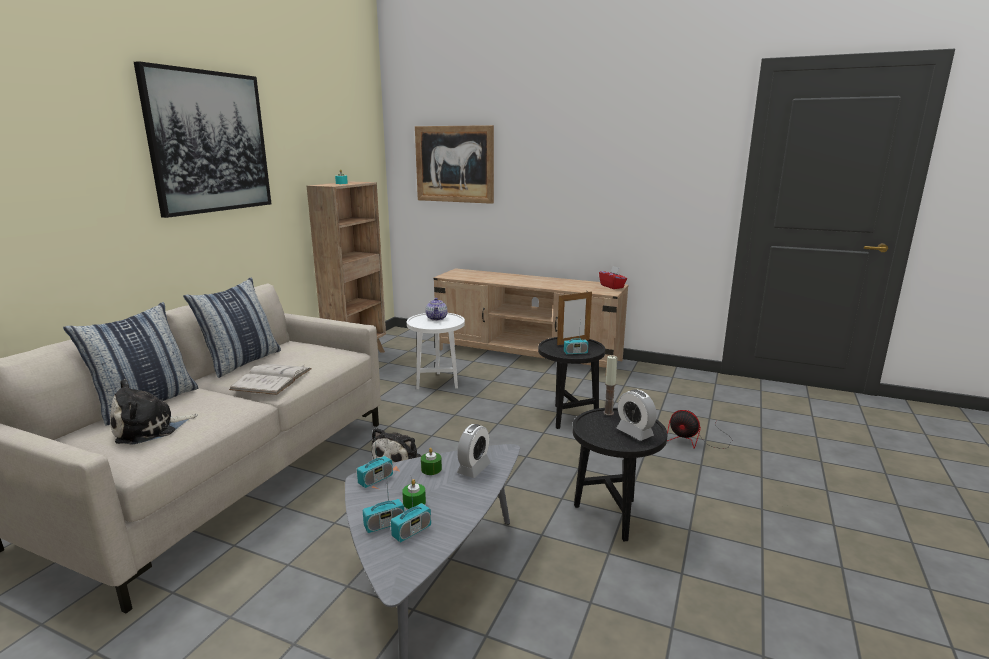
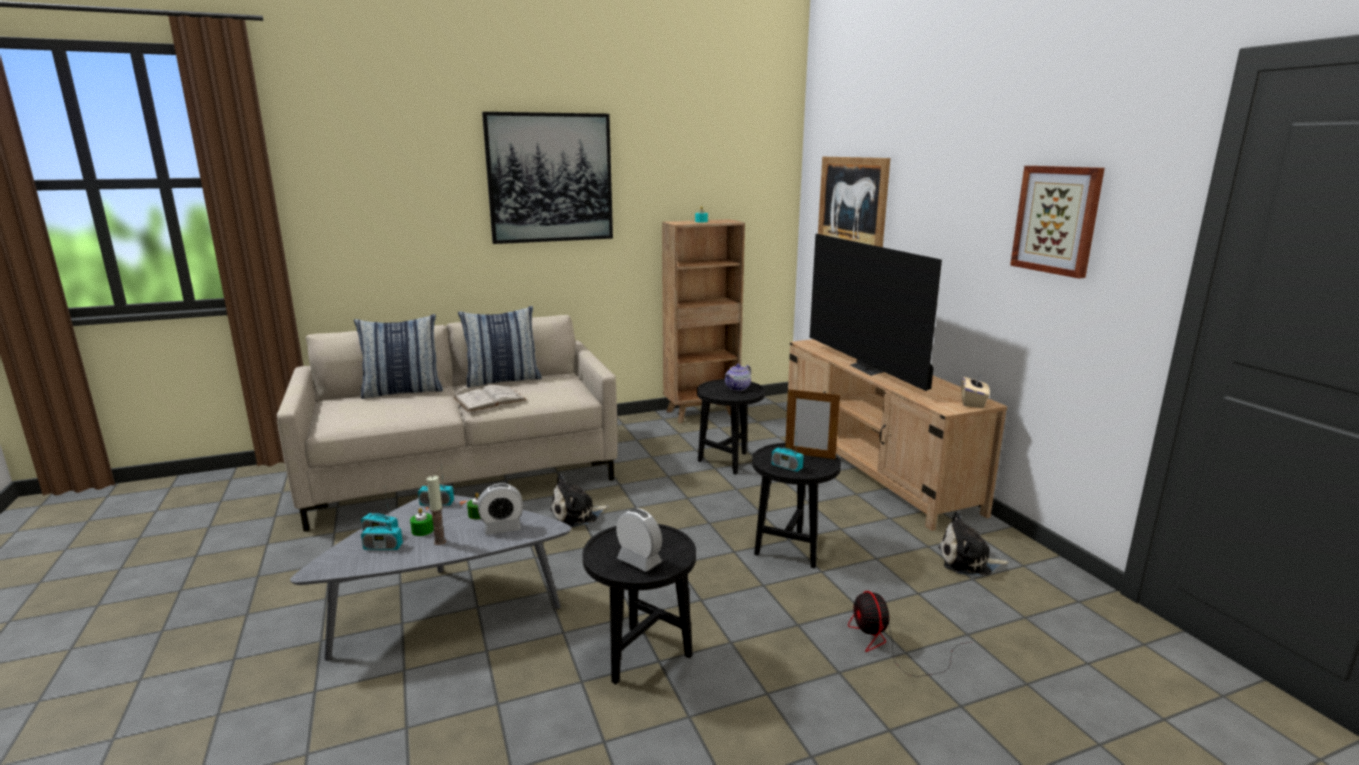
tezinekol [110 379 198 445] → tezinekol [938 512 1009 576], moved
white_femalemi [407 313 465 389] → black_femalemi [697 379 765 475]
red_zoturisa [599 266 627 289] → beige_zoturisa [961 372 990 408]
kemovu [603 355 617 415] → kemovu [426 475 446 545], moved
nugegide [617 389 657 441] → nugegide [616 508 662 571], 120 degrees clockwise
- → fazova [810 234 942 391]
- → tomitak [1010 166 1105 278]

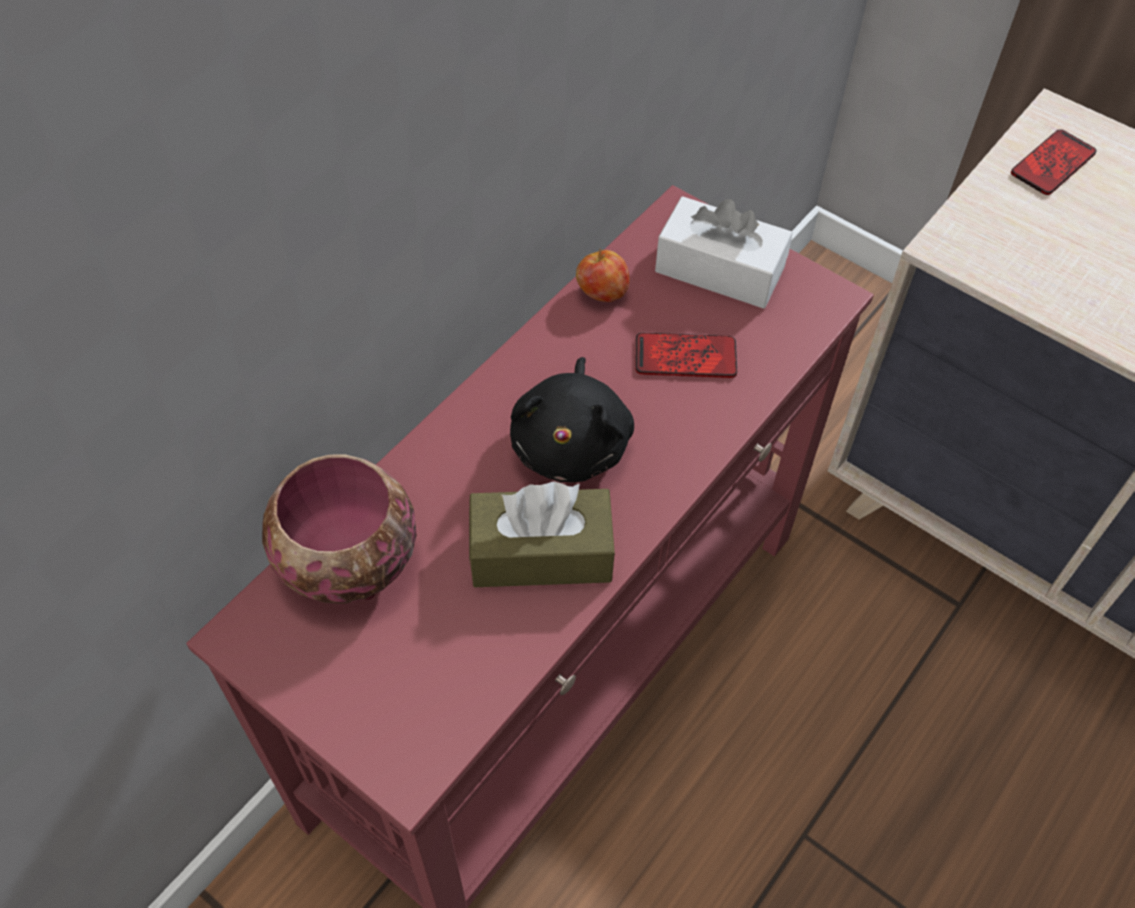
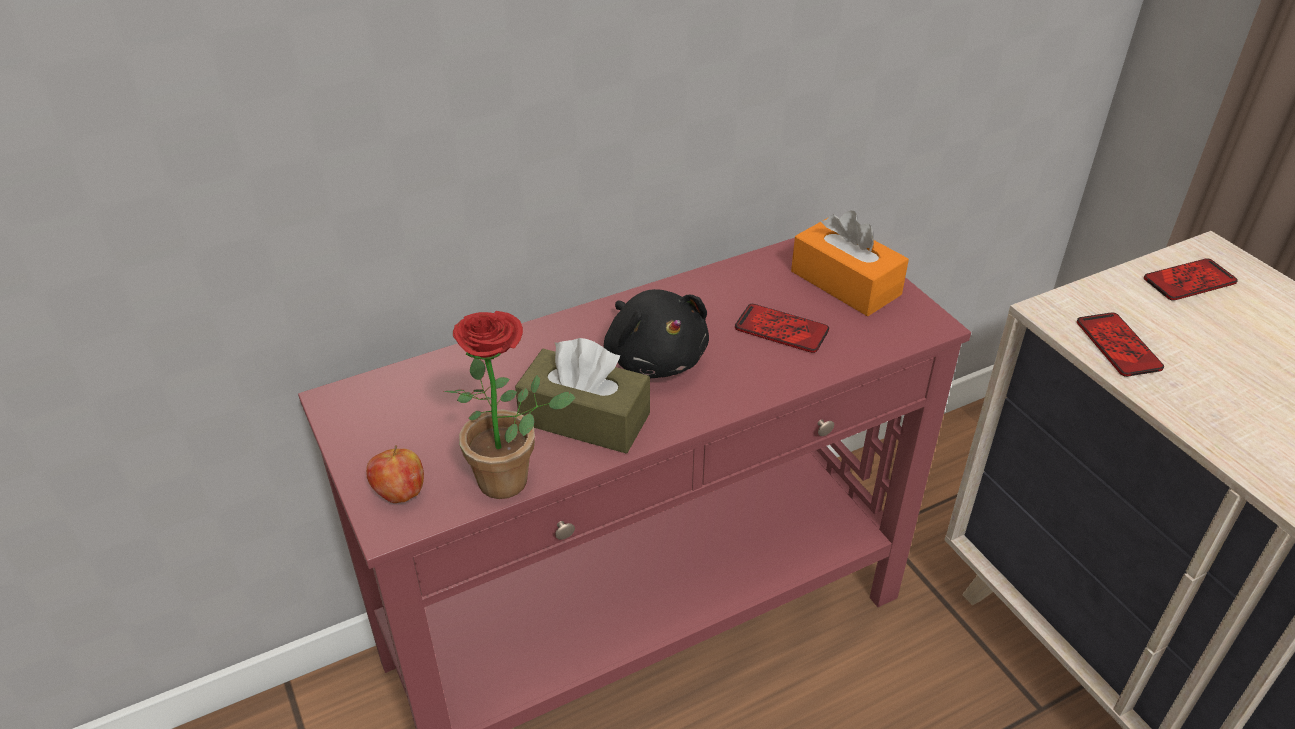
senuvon [262 455 417 604] → -
black_tezinekol [510 357 634 482] → black_tezinekol [604 289 709 378], 60 degrees counterclockwise
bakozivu [576 249 629 302] → bakozivu [366 445 424 503], moved
white_zoturisa [655 196 793 309] → orange_zoturisa [791 210 909 316]
- → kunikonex [443 311 576 499]
- → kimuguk [1077 312 1164 377]

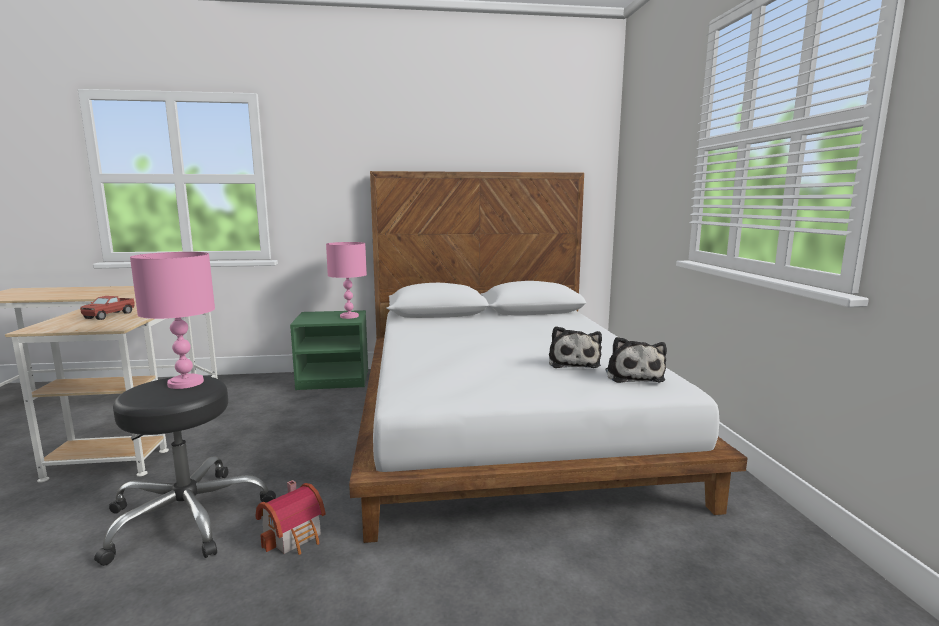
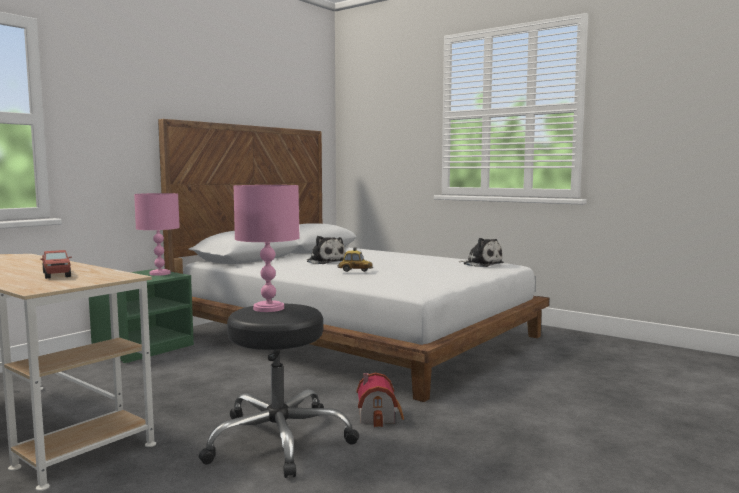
tezinekol [549 326 602 368] → tezinekol [307 236 345 264], moved
- → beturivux [337 247 373 272]

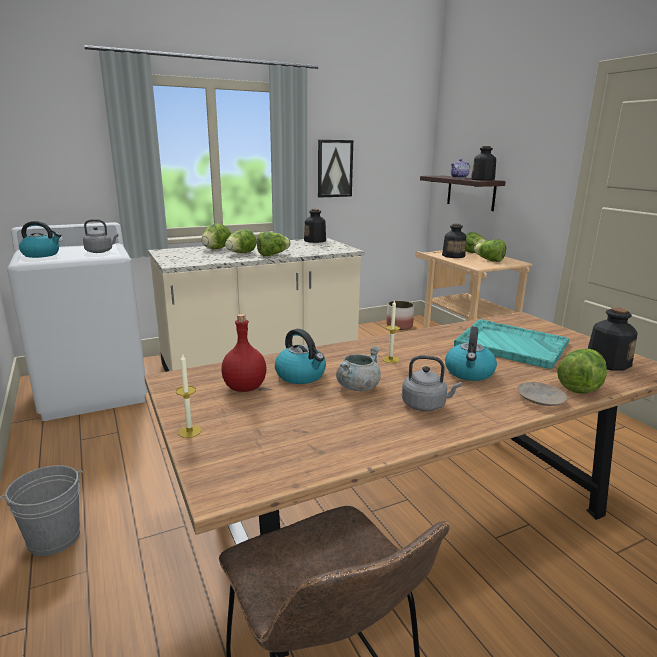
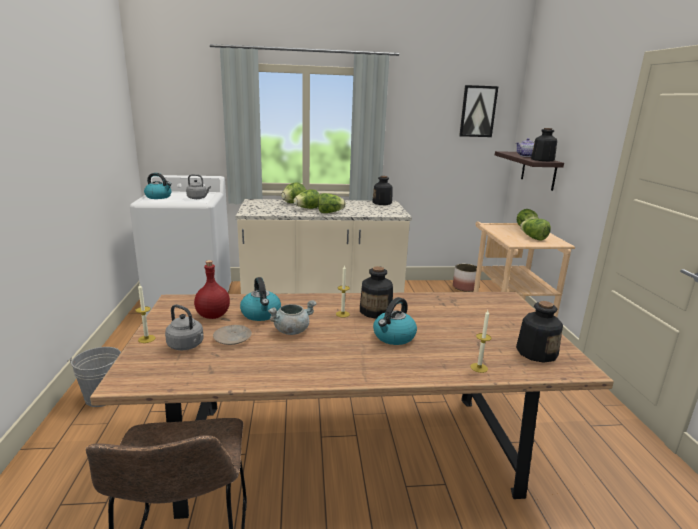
tomitak [318 140 353 198] → tomitak [459 85 499 137], moved
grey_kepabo [402 355 462 411] → grey_kepabo [165 304 203 350], moved
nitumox [442 223 466 258] → nitumox [360 266 393 319], moved
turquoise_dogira [454 319 569 369] → -
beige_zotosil [517 382 567 406] → beige_zotosil [213 325 252 345], moved
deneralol [557 349 607 394] → kemovu [470 310 491 373]

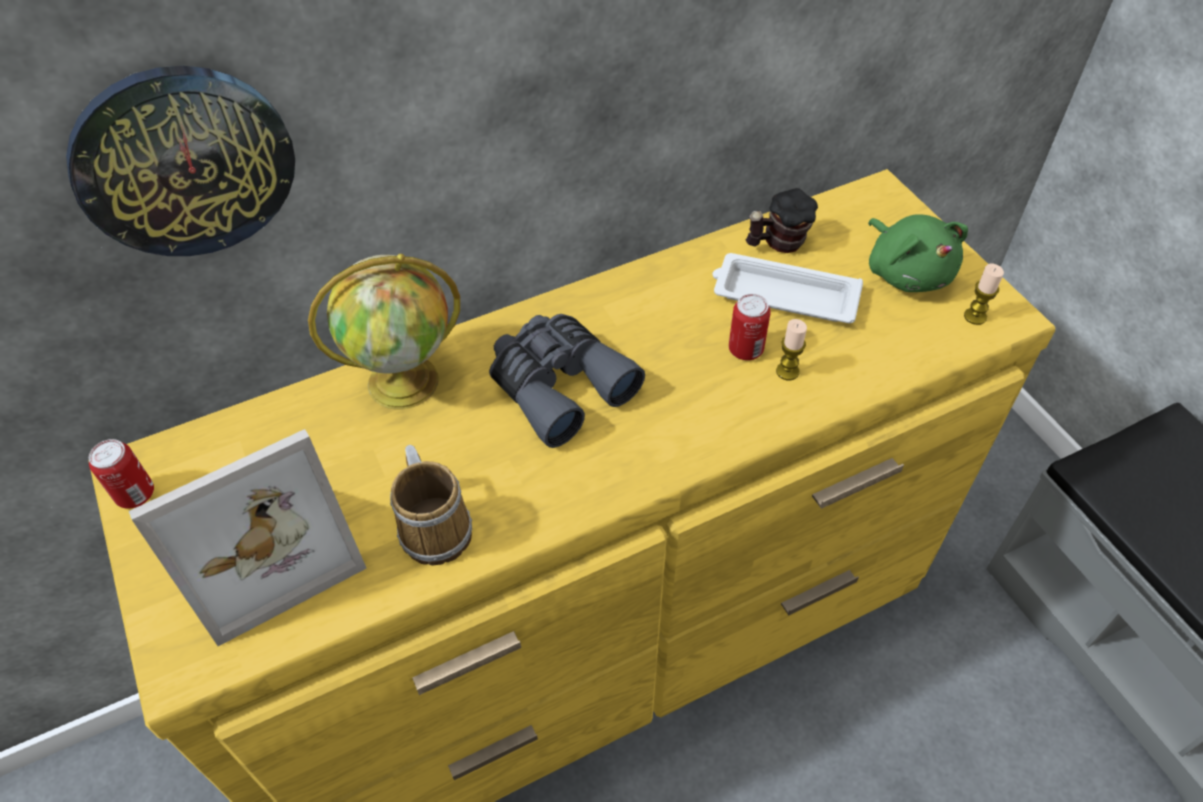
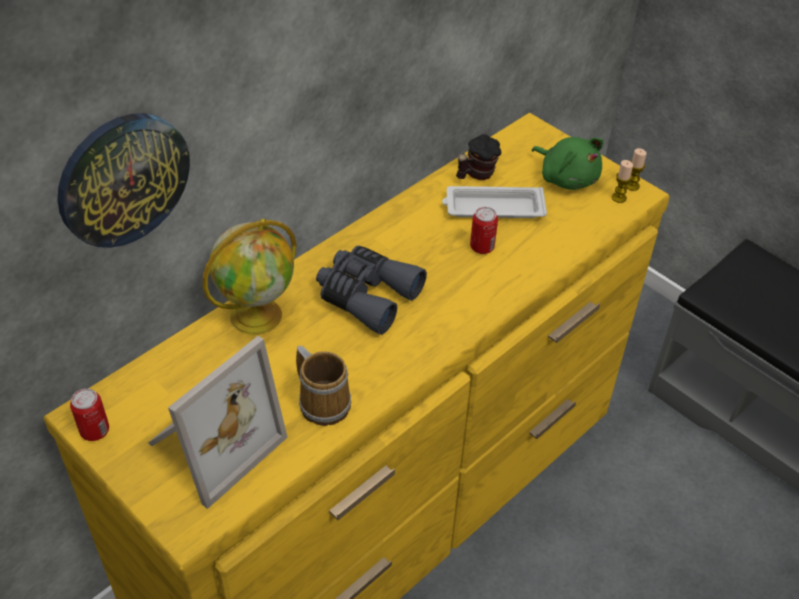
kemovu [776 319 807 380] → kemovu [626 148 647 191], moved

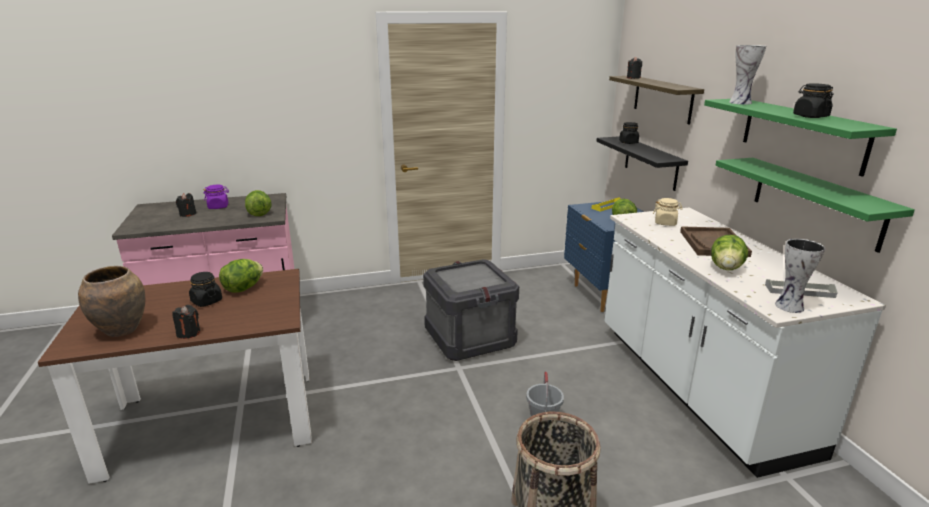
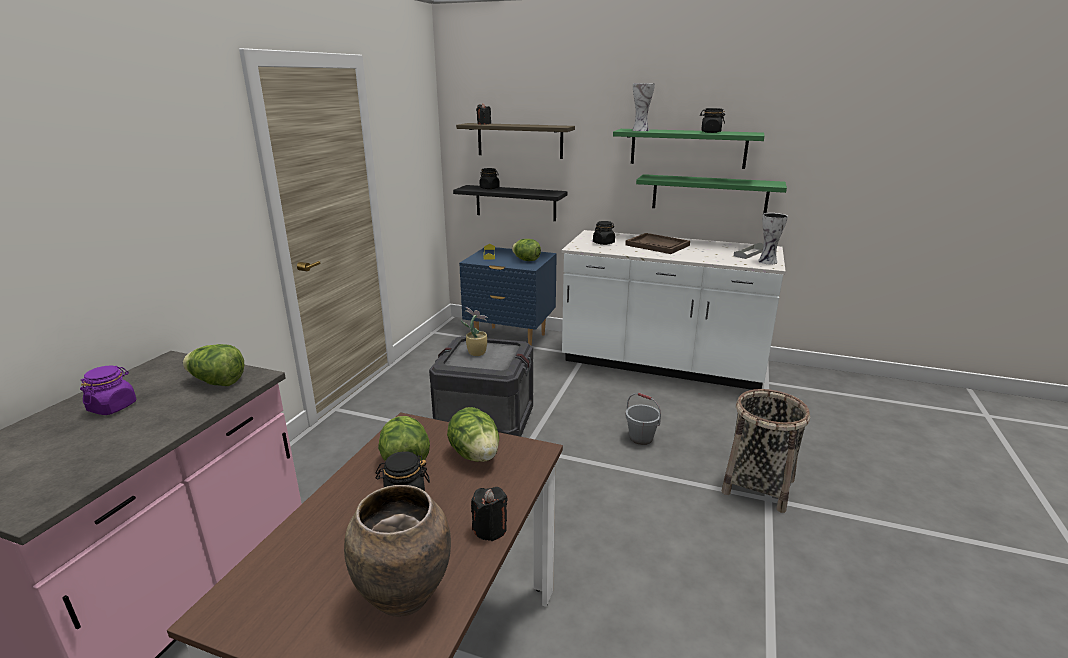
black_kemovu [176 193 196 217] → -
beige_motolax [653 198 682 226] → black_motolax [593 221 615 245]
deneralol [711 235 748 270] → deneralol [447 407 499 462], moved
- → kunikonex [461 307 488 356]

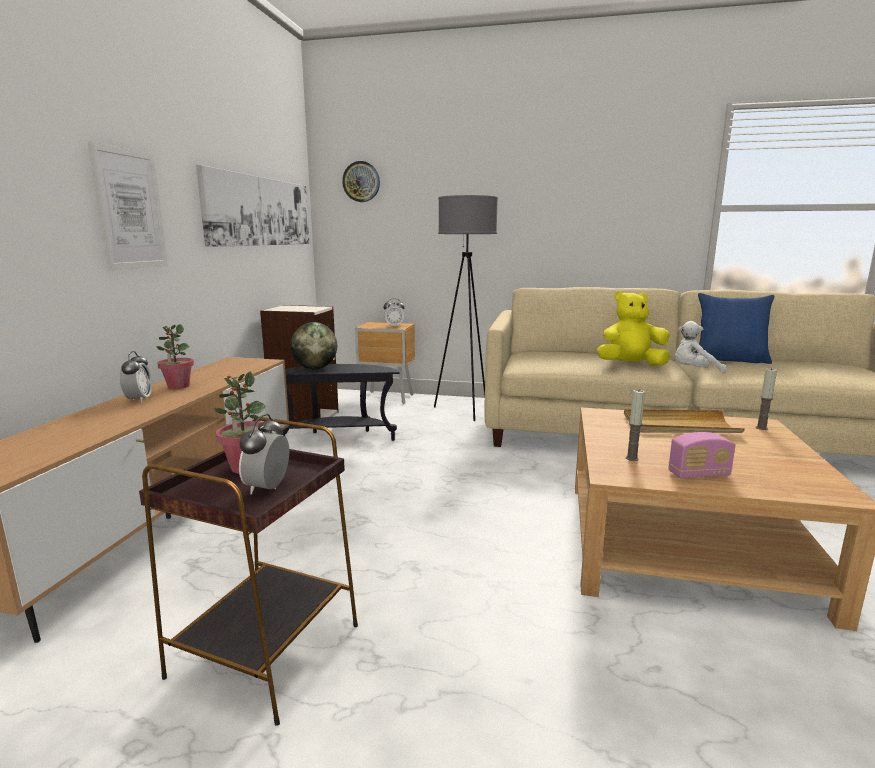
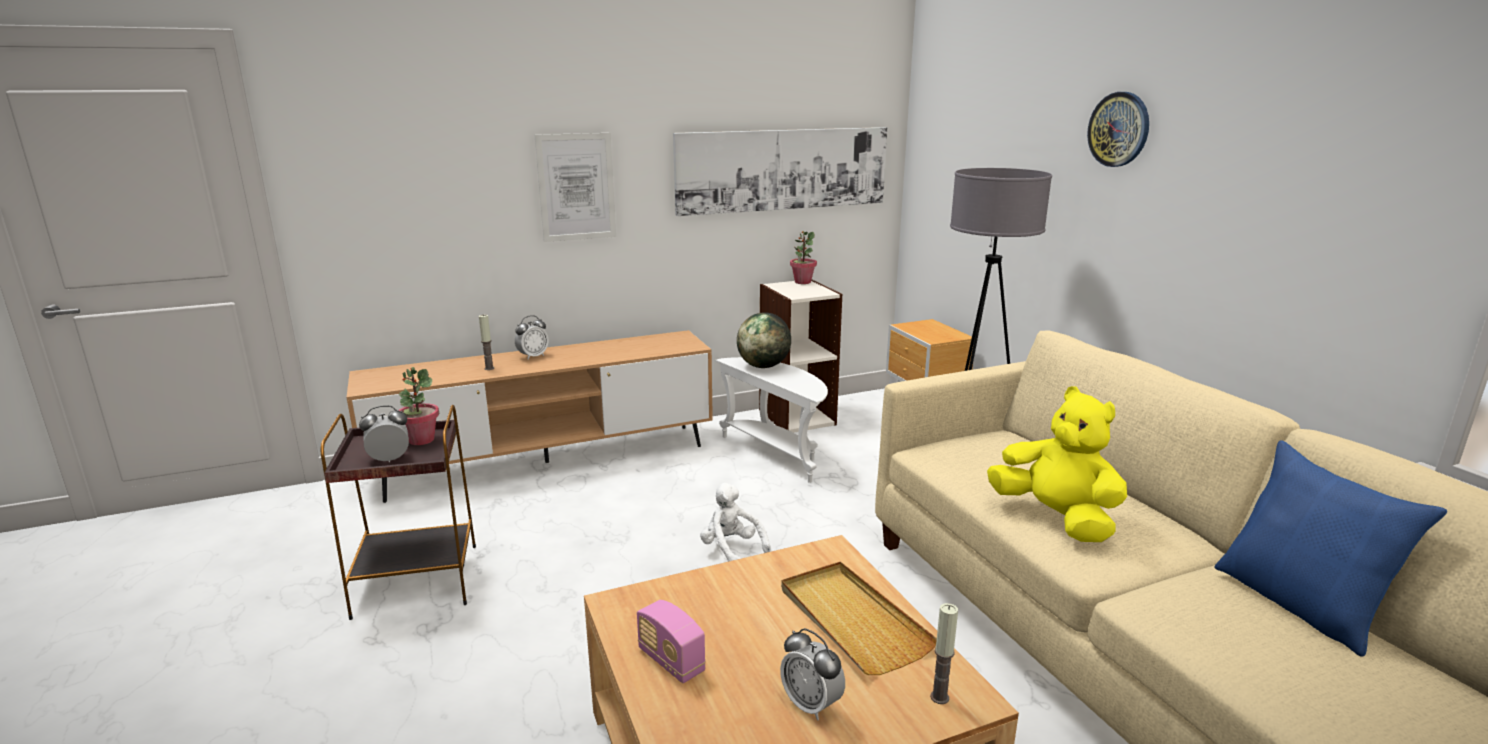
kunikonex [156 324 194 389] → kunikonex [790 231 817 284], moved
black_femalemi [282 364 400 441] → white_femalemi [715 357 828 483]
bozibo [342 161 380 202] → bozibo [1087 92 1149 167], moved
nugegide [383 298 405 327] → nugegide [780 628 845 720], moved
kemovu [626 389 645 461] → kemovu [479 315 494 370], moved
white_tezinekol [675 321 727 374] → white_tezinekol [700 483 771 562], moved

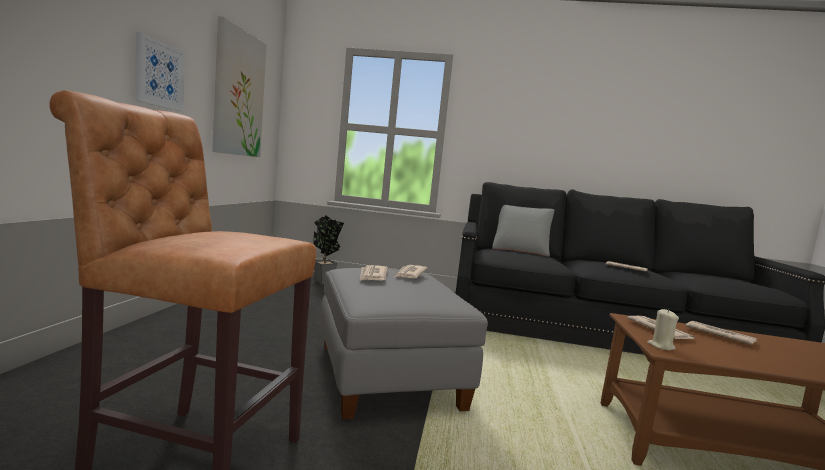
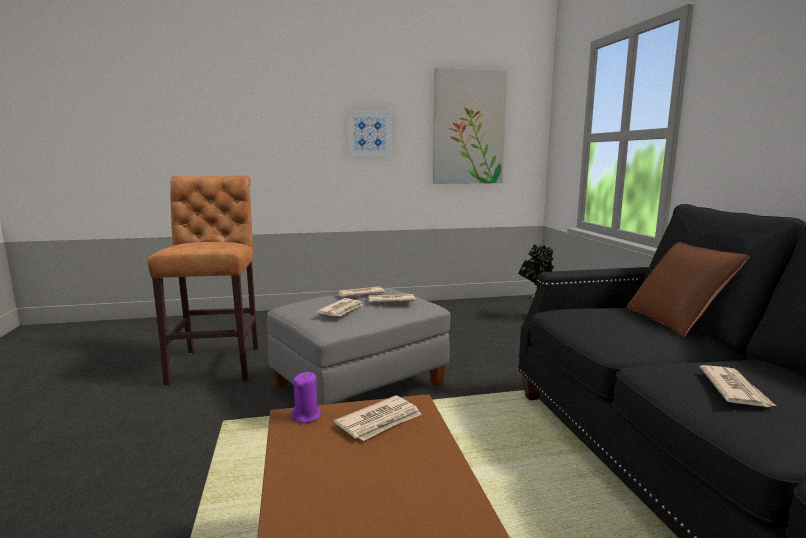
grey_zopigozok [492 205 554 256] → brown_zopigozok [626 242 750 337]
beige_kemovu [647 309 679 351] → purple_kemovu [291 372 321 423]
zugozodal [686 321 757 345] → zugozodal [316 298 363 316], moved

